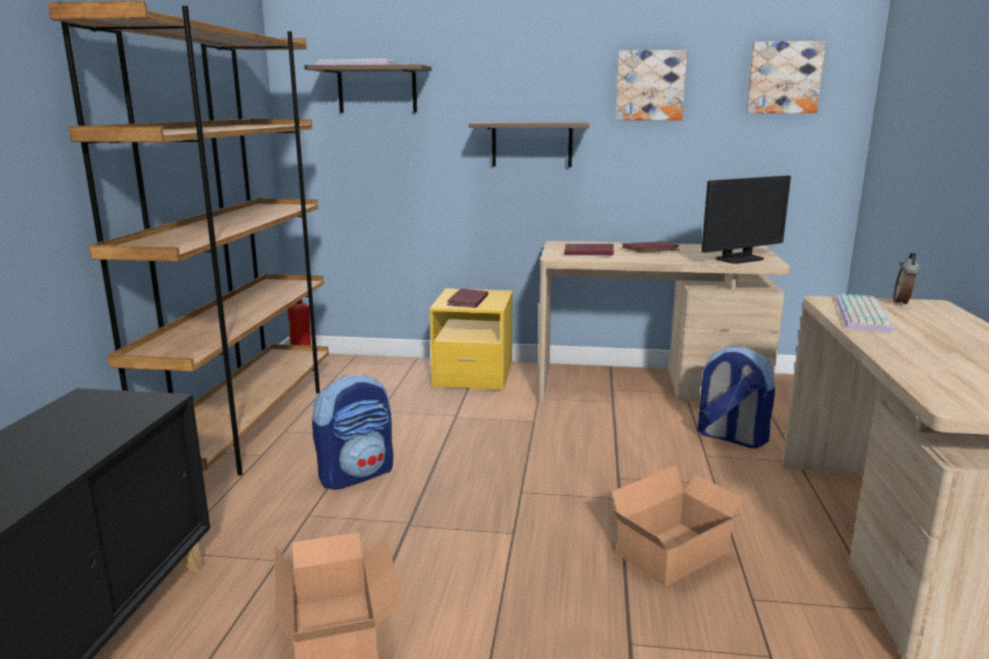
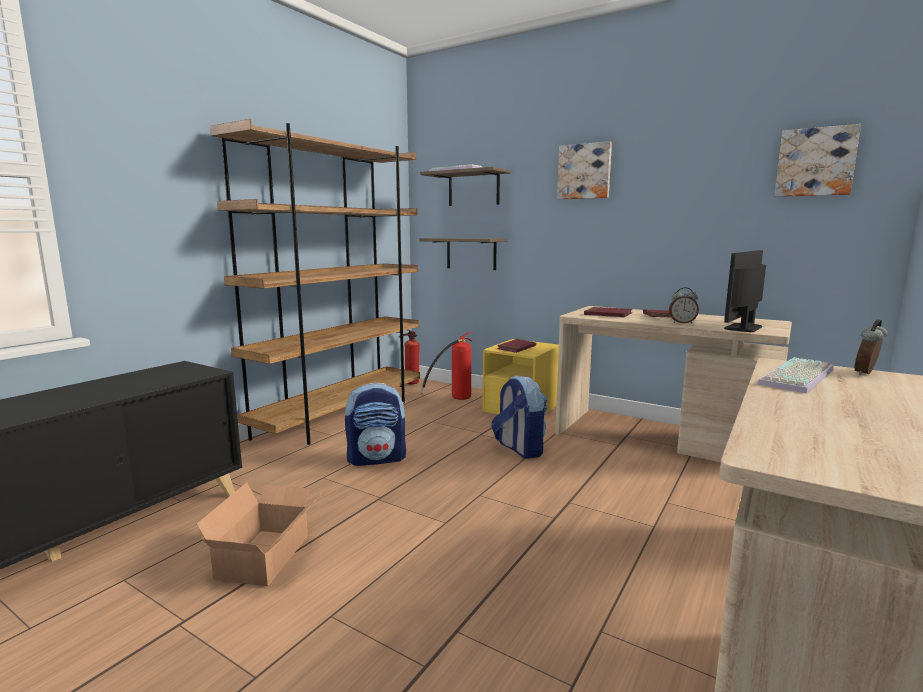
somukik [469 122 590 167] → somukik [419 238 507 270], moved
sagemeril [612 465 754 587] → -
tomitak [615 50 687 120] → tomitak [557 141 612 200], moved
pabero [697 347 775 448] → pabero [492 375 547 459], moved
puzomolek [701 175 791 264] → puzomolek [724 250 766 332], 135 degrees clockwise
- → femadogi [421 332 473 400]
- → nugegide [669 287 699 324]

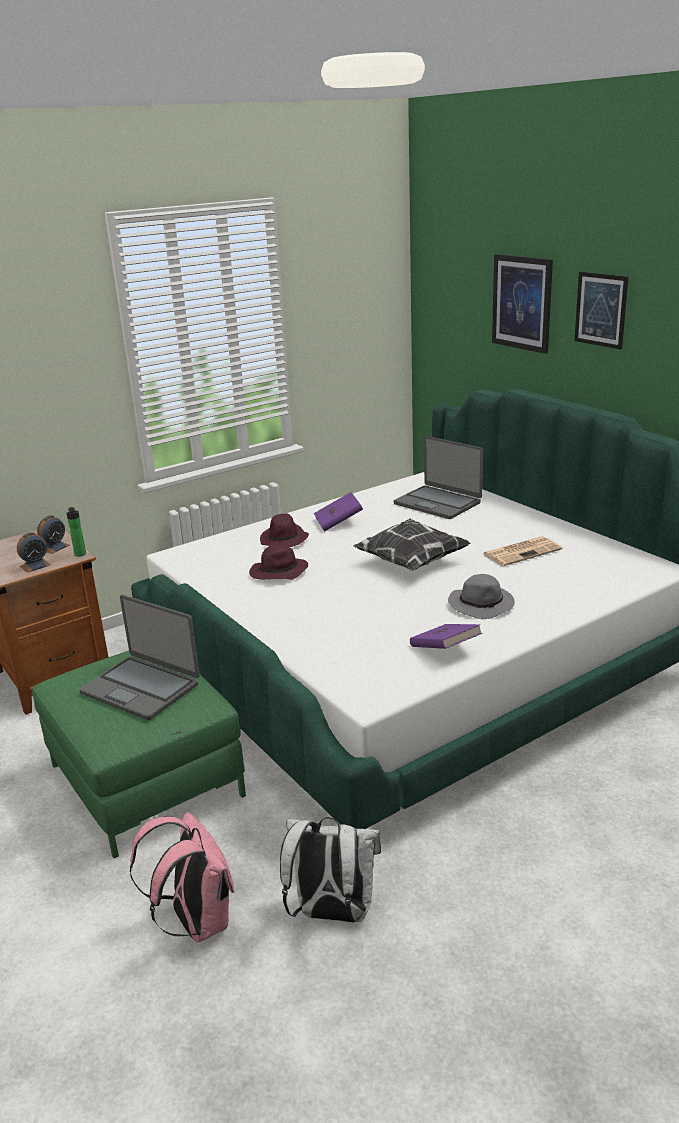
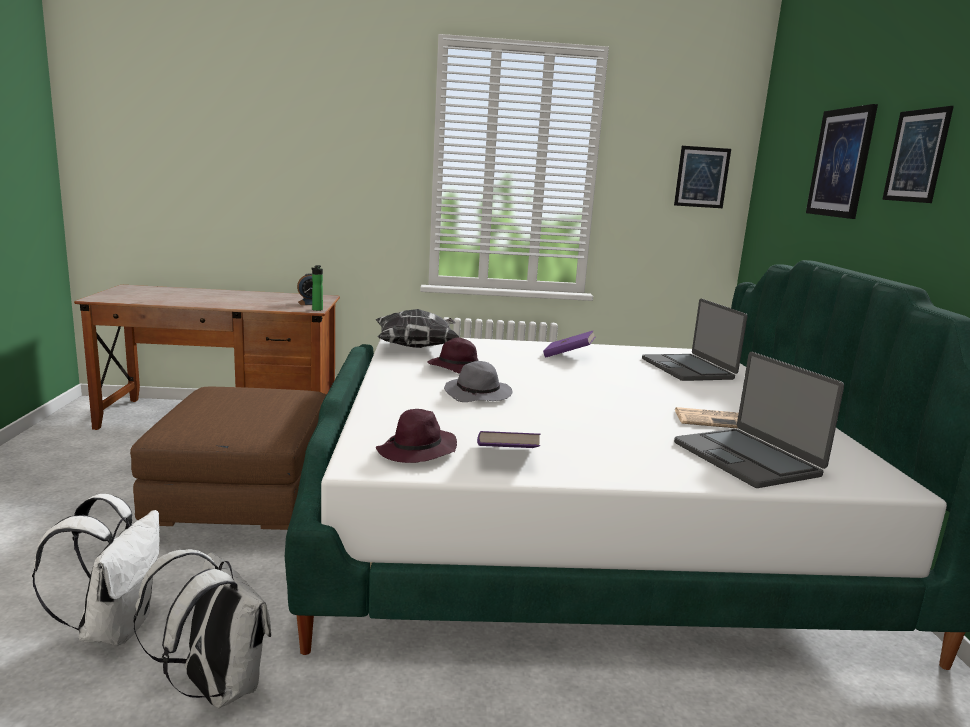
nugegide [17 532 51 573] → -
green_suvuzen [32 650 246 858] → brown_suvuzen [130 387 326 530]
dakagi [79 595 200 720] → dakagi [674 352 844 488], moved
pink_pabero [130 812 234 943] → white_pabero [32 494 159 645]
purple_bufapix [260 513 309 547] → purple_bufapix [376 409 457 463], moved
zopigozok [353 518 471 570] → zopigozok [376 309 460 348], moved
grey_bufapix [448 574 515 619] → grey_bufapix [444 361 512 402], moved
- → tomitak [674 146 731 208]

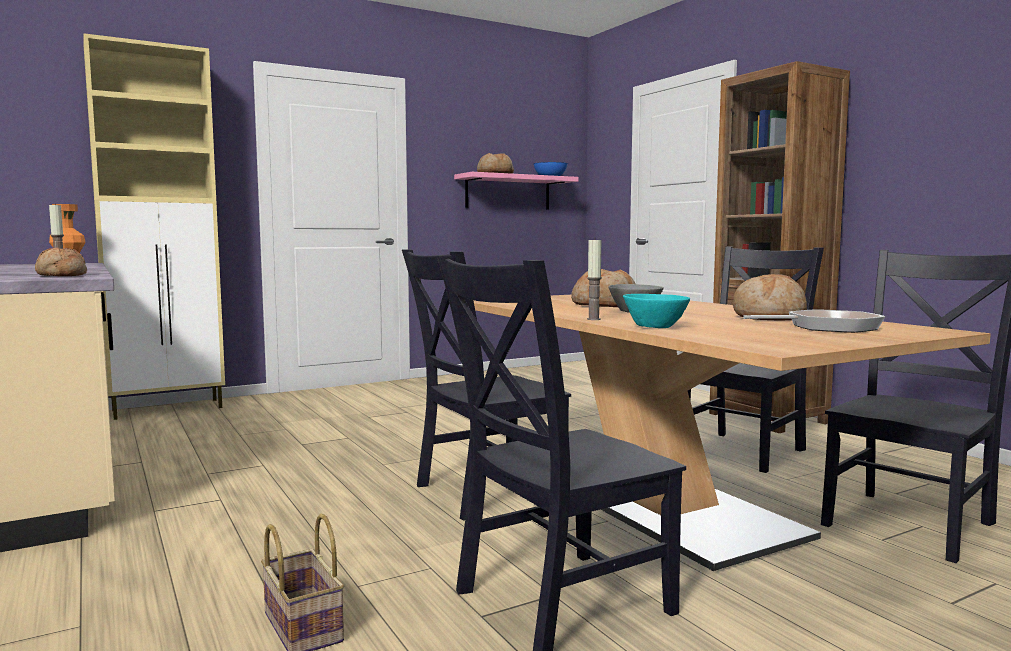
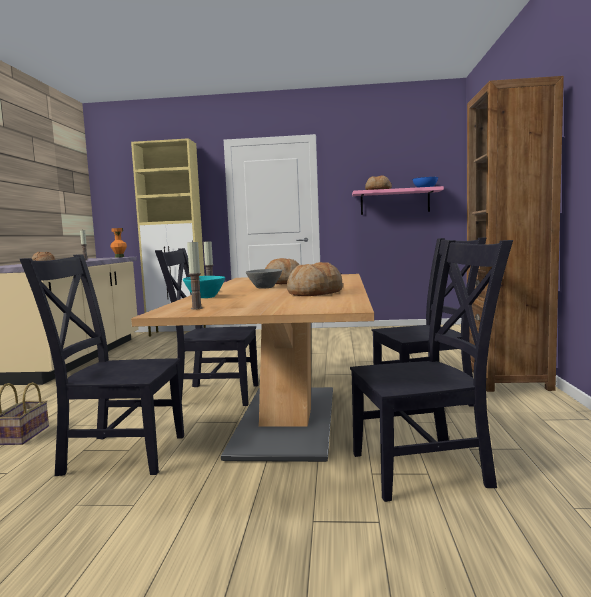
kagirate [743 309 885 333] → -
- → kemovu [187 240 203 309]

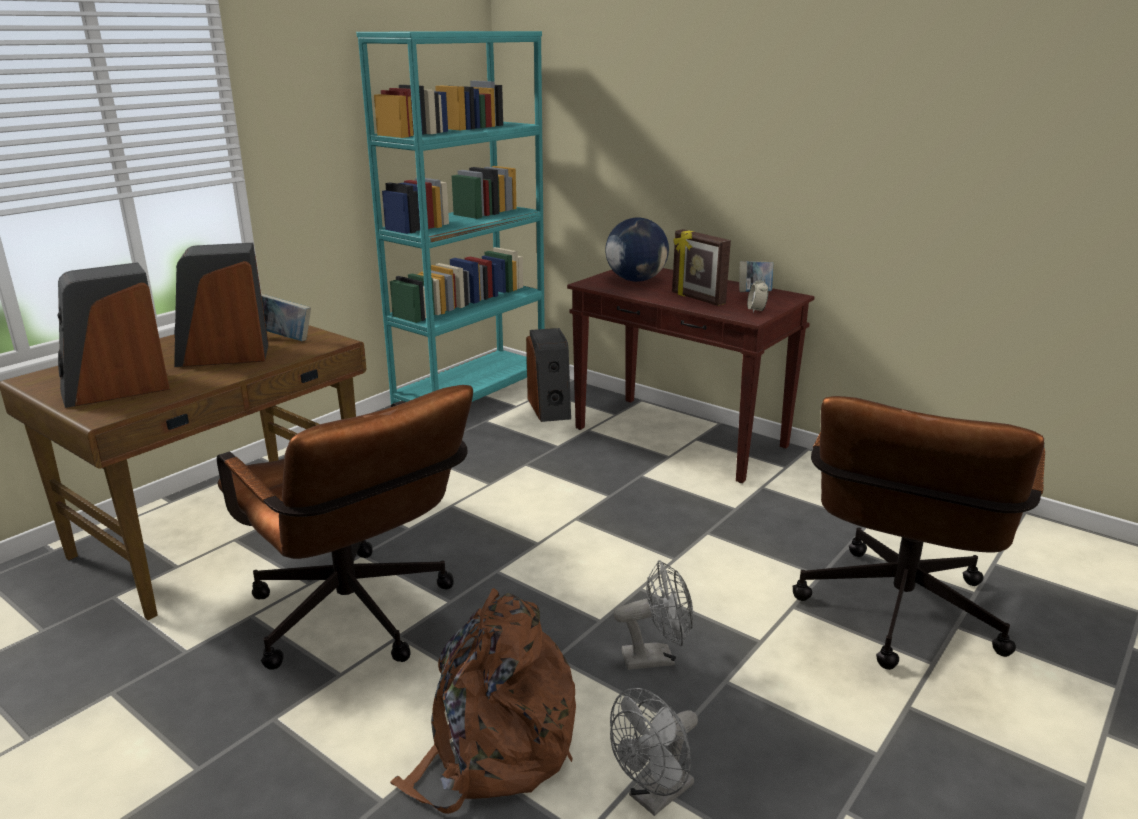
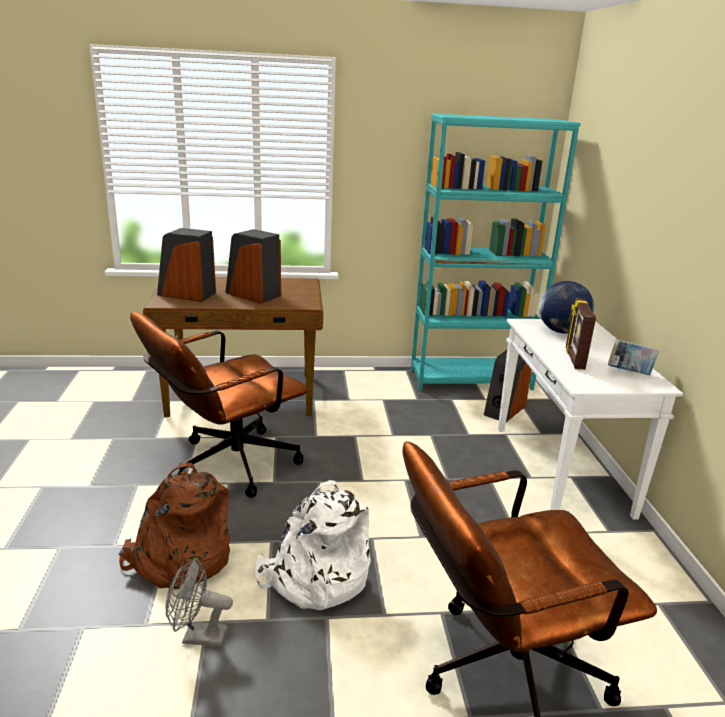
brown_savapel [217 385 473 670] → brown_savapel [130 312 308 498], 45 degrees clockwise
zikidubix [261 294 311 341] → -
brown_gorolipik [567 268 815 483] → white_gorolipik [498 319 683 520]
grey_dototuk [614 560 693 670] → white_pabero [256 480 371 610]
nugegide [747 276 768 313] → -

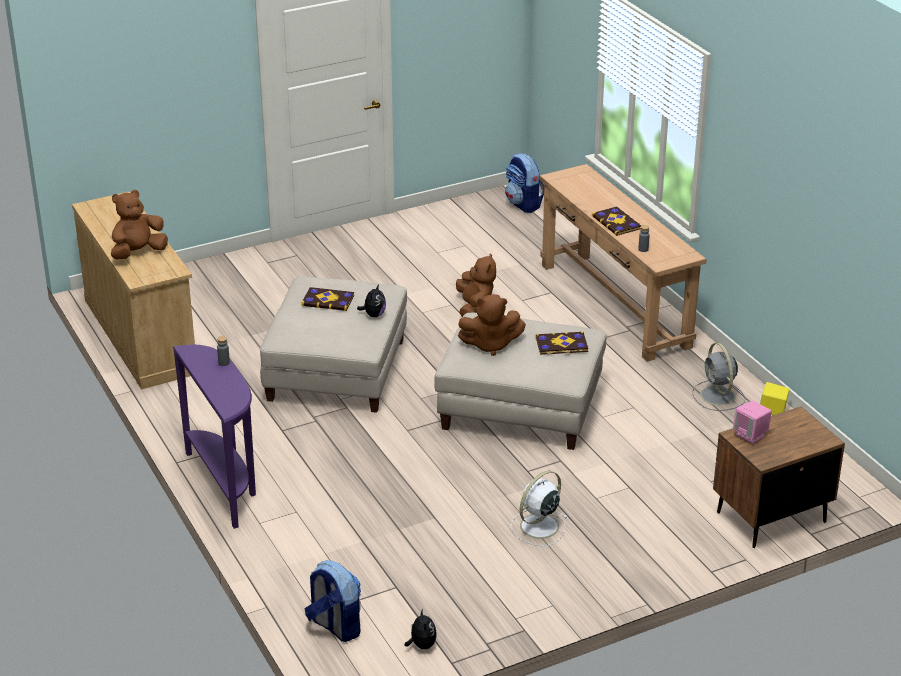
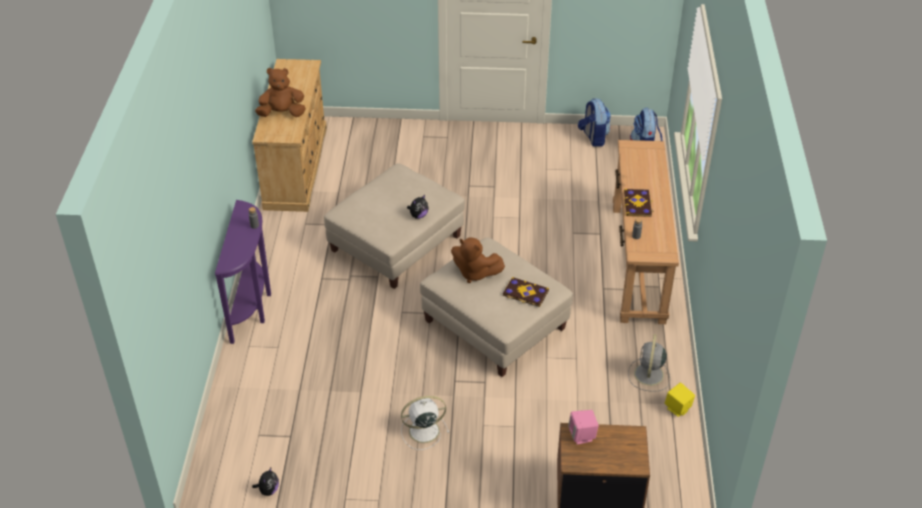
zikidubix [301 287 354 311] → -
pabero [305 560 361 642] → pabero [578 98 611 147], moved
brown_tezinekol [456 253 496 317] → -

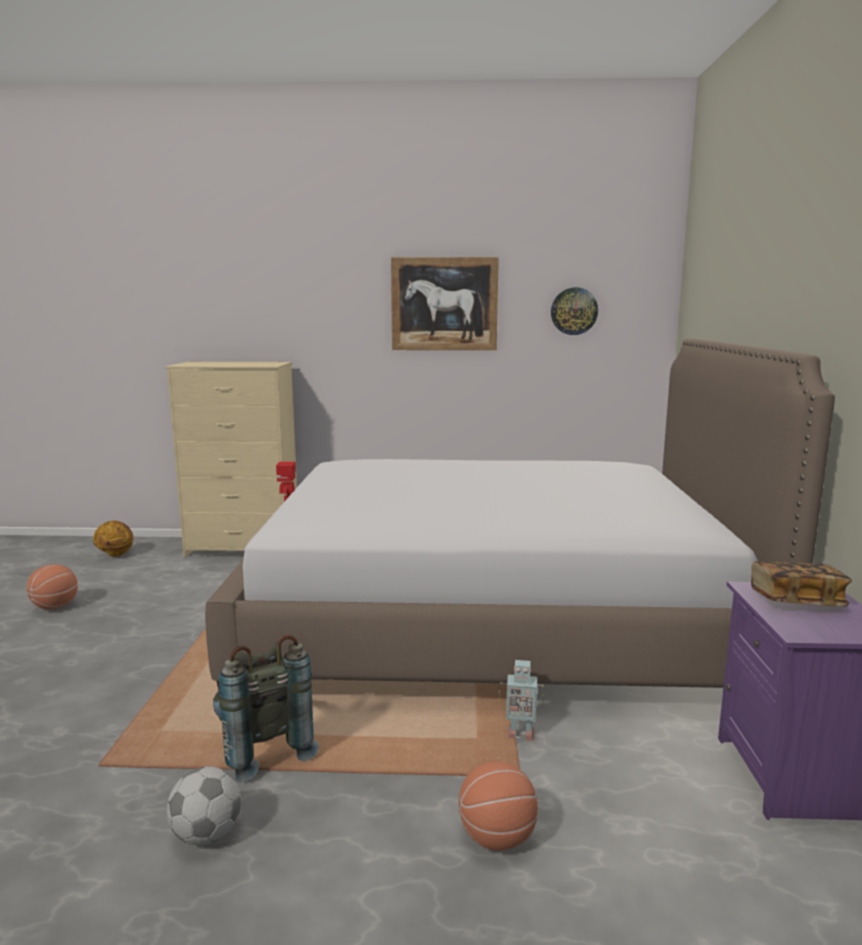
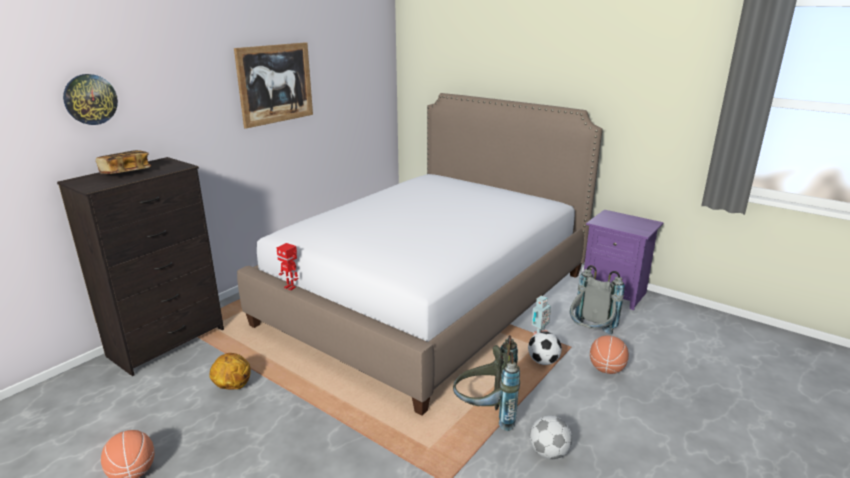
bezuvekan [93 520 133 557] → bezuvekan [209 353 251 389], moved
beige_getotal [165 362 297 557] → black_getotal [57 157 224 376]
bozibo [551 288 598 335] → bozibo [63 74 118 125], moved
zikidubix [751 561 852 607] → zikidubix [96 150 151 174], moved
- → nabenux [528 332 562 365]
- → grey_pabero [570 265 625 334]

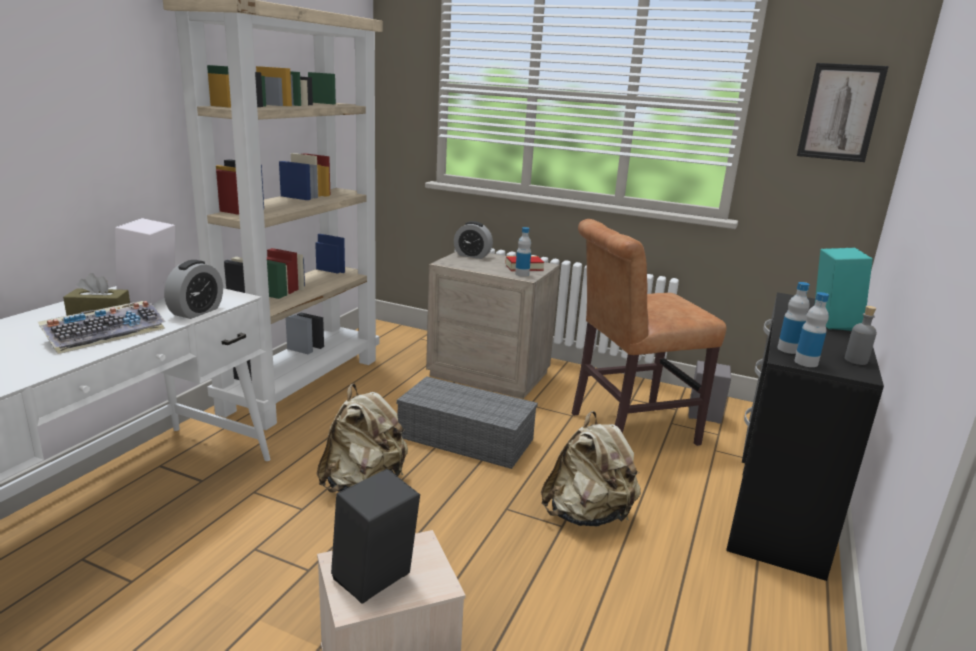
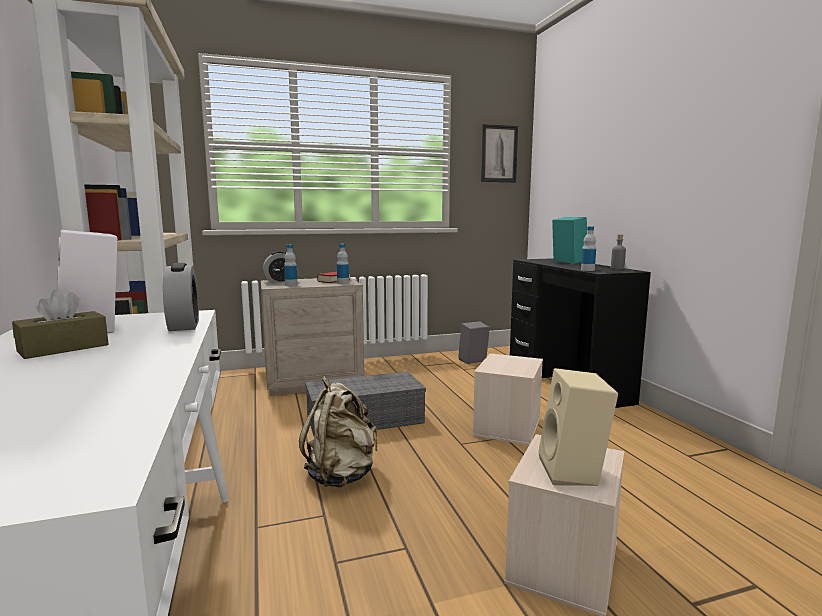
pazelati [38 301 166 354] → -
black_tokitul [331 469 420 604] → beige_tokitul [538 368 618 486]
beige_pabero [541 411 641 526] → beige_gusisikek [473 353 543 445]
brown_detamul [572 219 727 446] → -
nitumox [794 292 829 367] → nitumox [284 245 297 286], moved

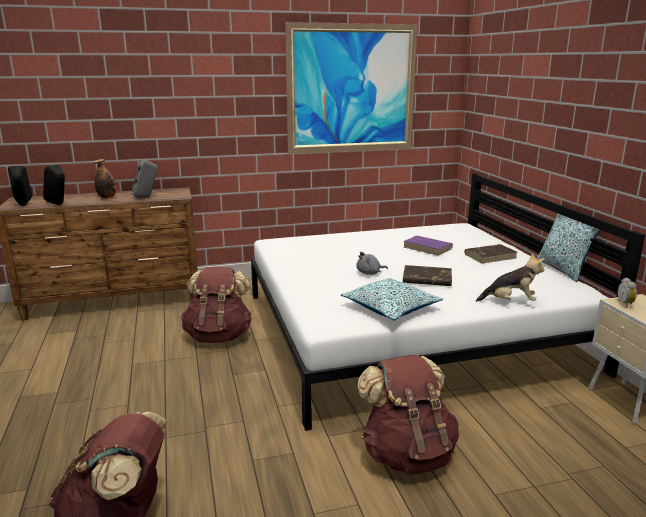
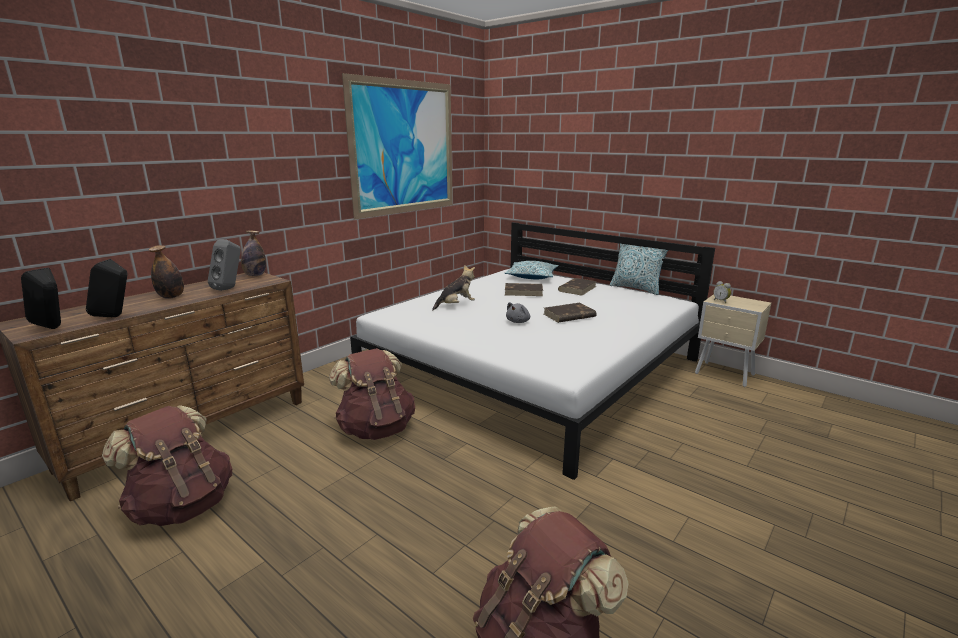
zopigozok [341 278 443 321] → zopigozok [504 261 559 279], moved
brown_pabero [357 355 459 475] → brown_pabero [102 405 232 526], moved
purple_zikidubix [403 236 453 256] → brown_zikidubix [505 283 543 296]
tezinekol [476 253 545 302] → tezinekol [432 265 475 310], moved
- → nitumox [241 231 266 276]

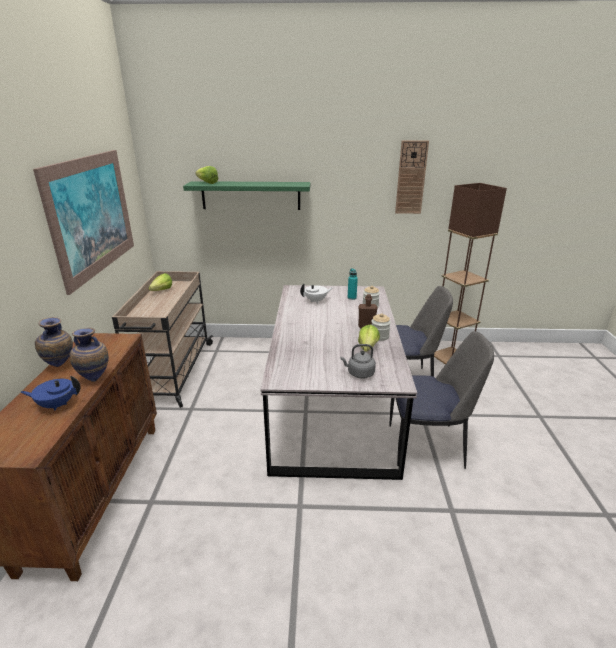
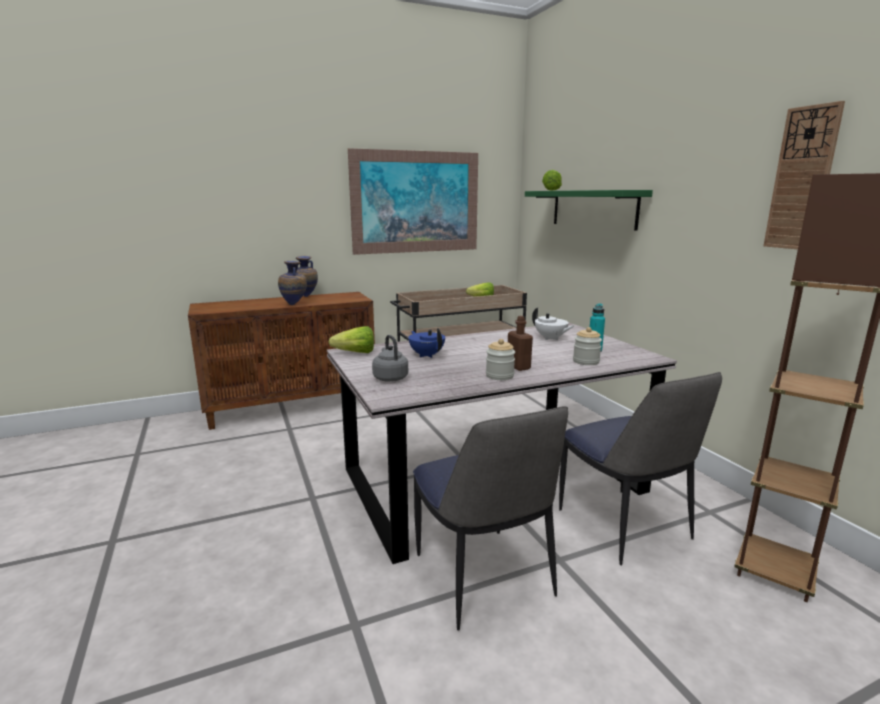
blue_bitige [21 376 81 411] → blue_bitige [408 328 445 358], moved
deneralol [358 325 380 352] → deneralol [329 326 374 353], moved

